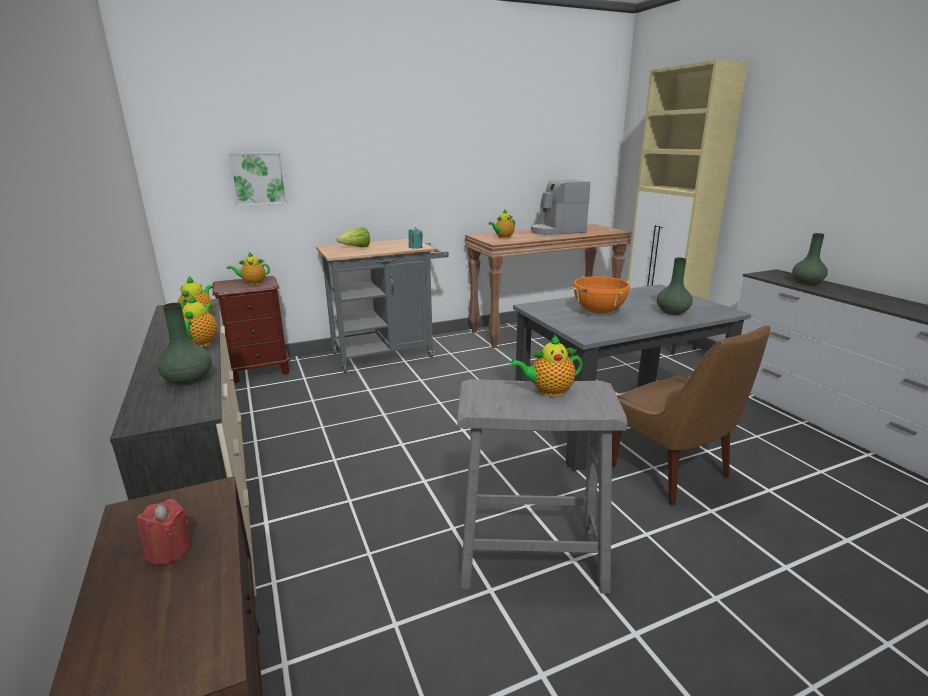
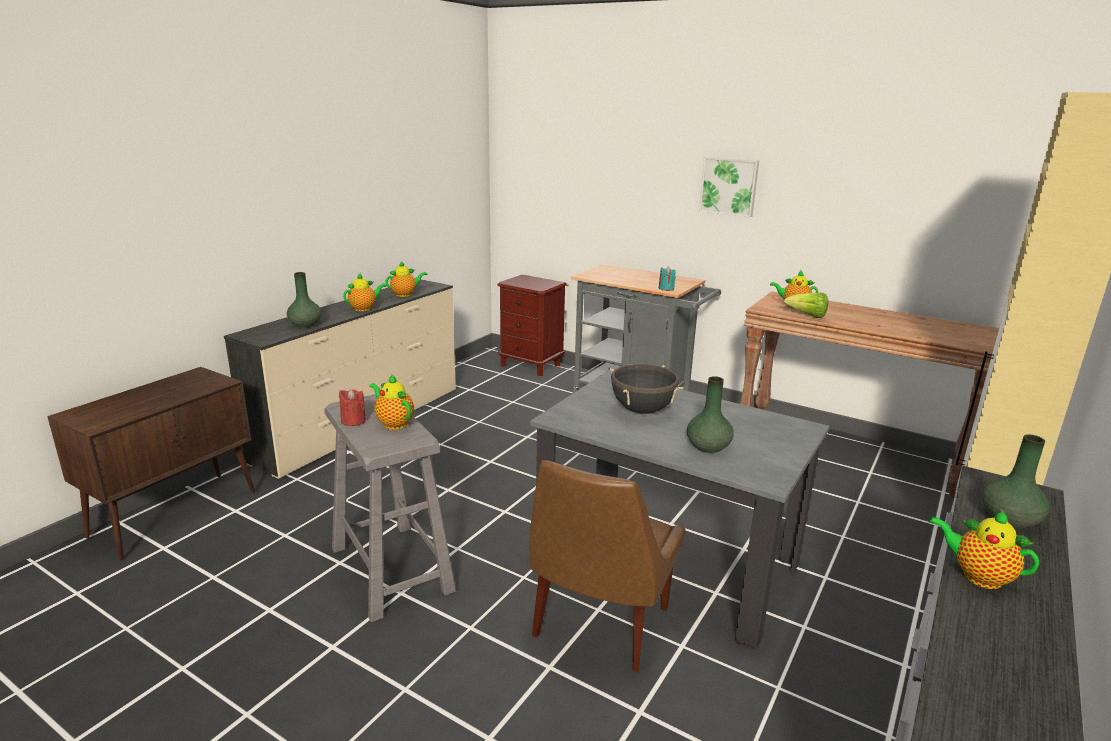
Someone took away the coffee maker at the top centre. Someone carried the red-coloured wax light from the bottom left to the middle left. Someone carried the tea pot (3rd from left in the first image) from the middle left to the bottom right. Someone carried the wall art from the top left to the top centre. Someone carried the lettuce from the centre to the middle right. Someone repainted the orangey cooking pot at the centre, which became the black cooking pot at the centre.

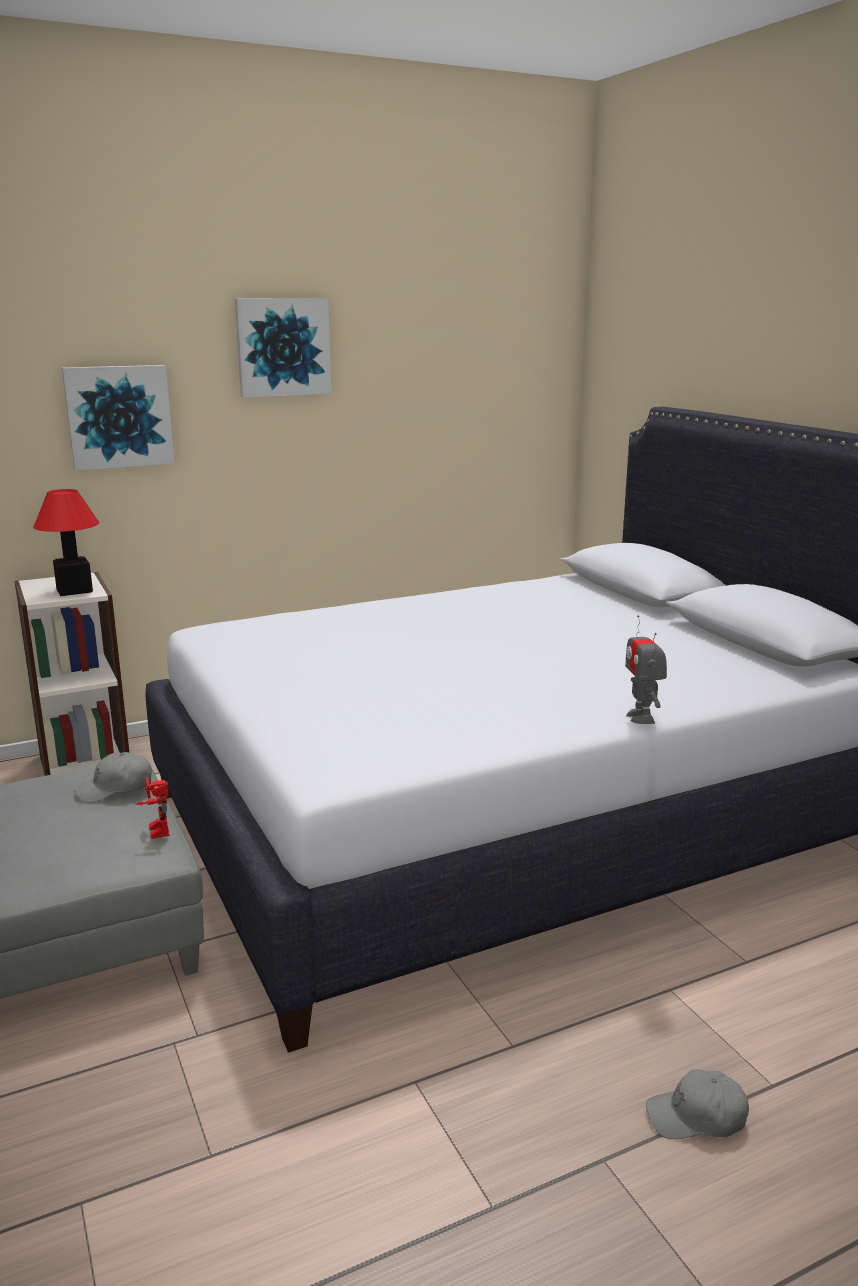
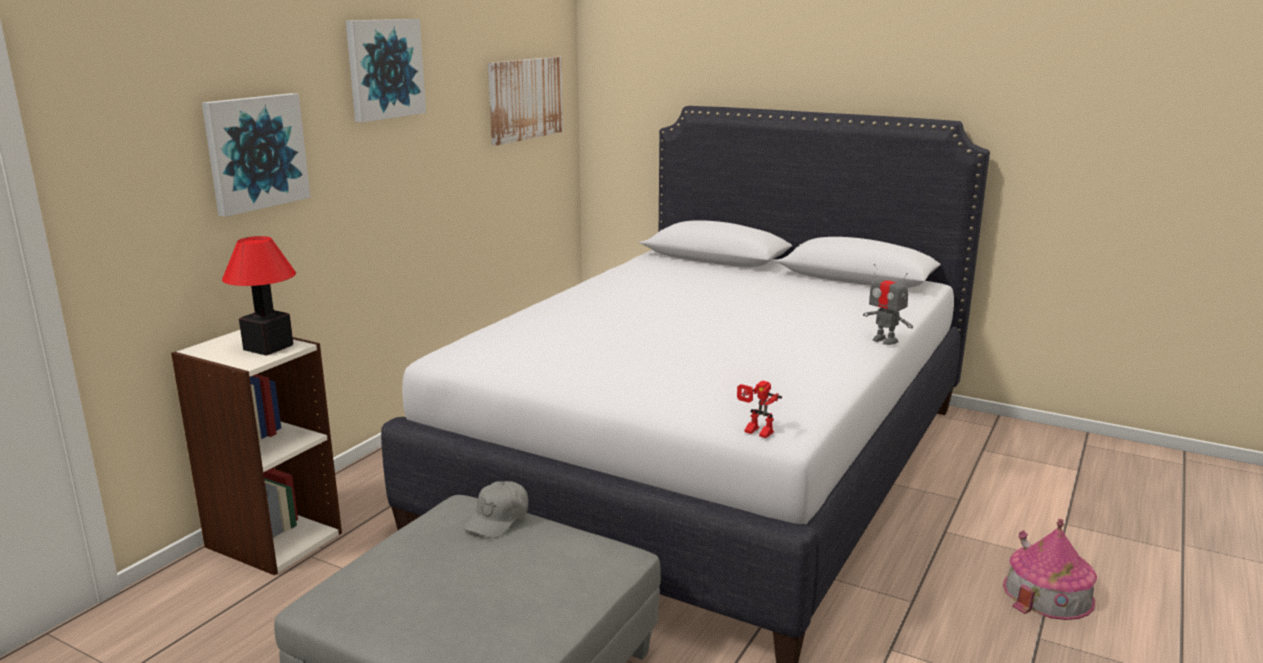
Someone put up the wall art (3rd from left) at the top centre. Someone carried the model robot (1st from left) from the middle left to the centre. Someone swapped the greyish cap (2nd from left) at the bottom right for the model house at the bottom right.

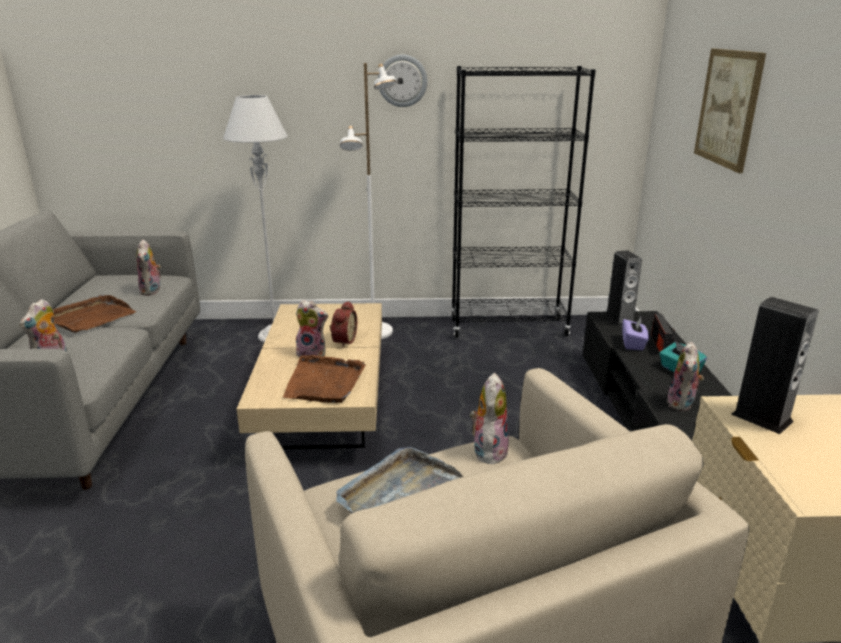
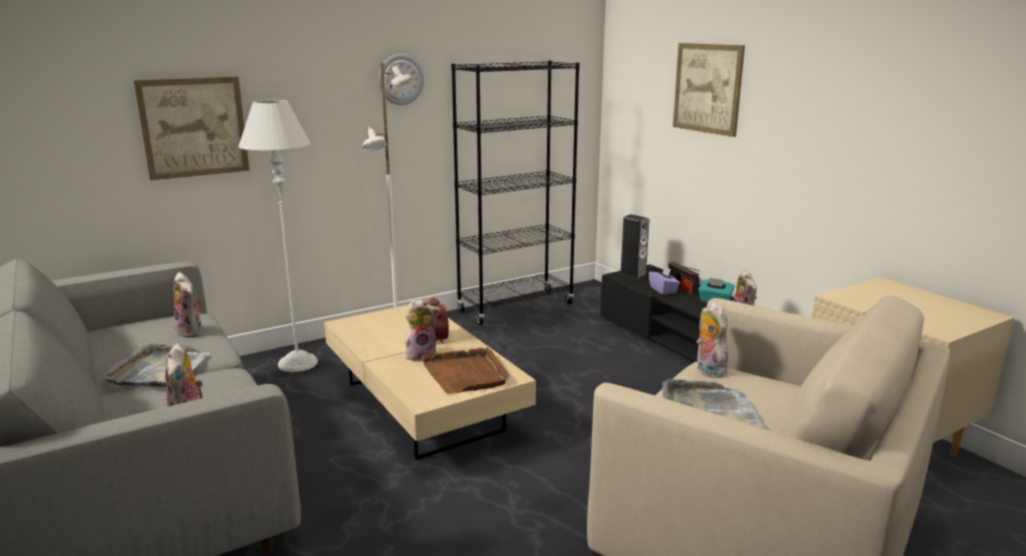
Someone took away the audio speaker (2nd from left) at the middle right. Someone put up the wall art (1st from left) at the top left. Someone repainted the brownish carrying tray (1st from left) at the middle left, which became the greyish carrying tray (1st from left) at the middle left.

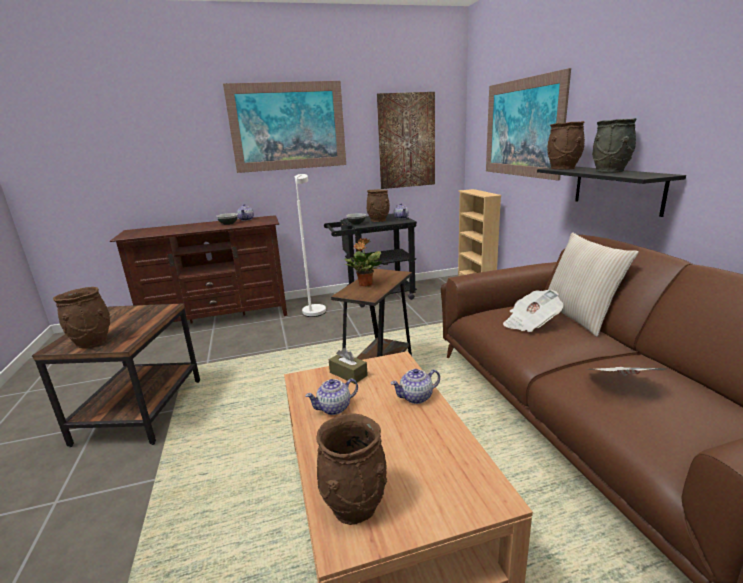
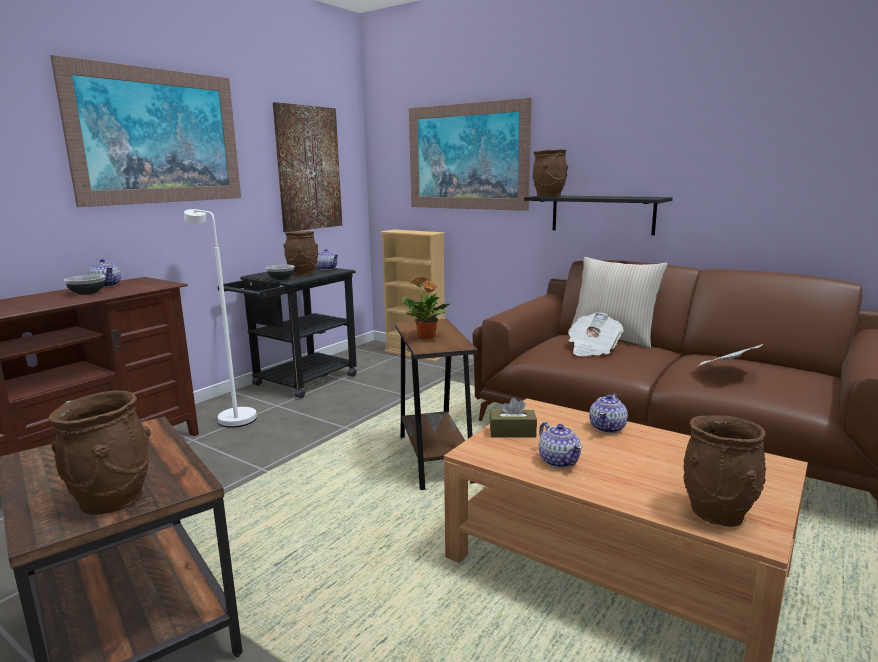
Someone took away the greyish decorative vase at the top right. Someone rotated the tea pot (2nd from left in the first image) at the bottom centre by 45 degrees counterclockwise.

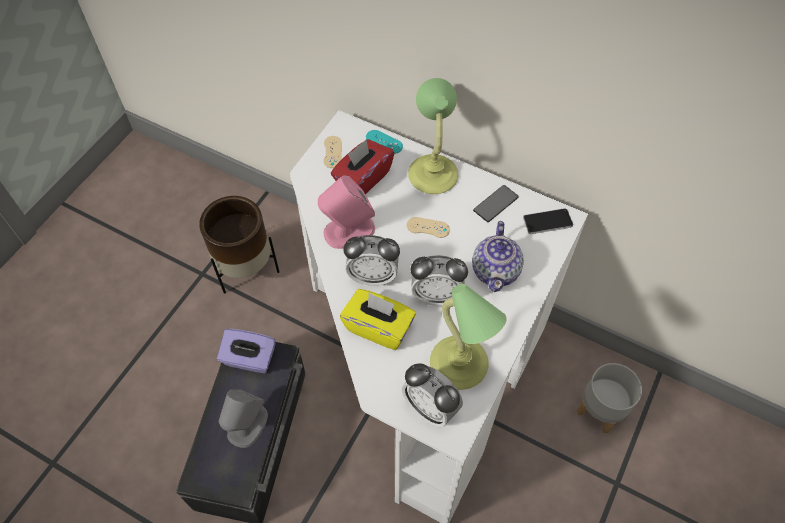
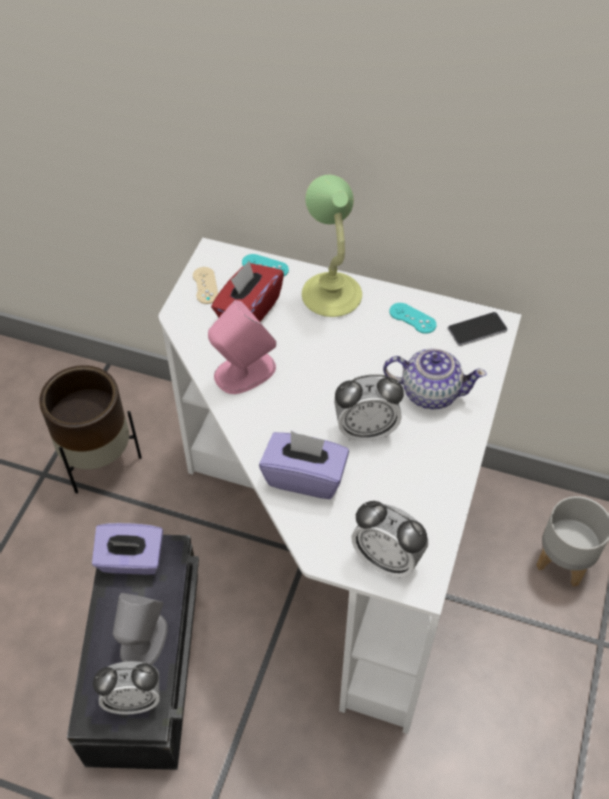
Someone took away the sand-coloured gamepad (2nd from left) at the centre. Someone took away the lamp for a table (2nd from left) at the centre. Someone carried the alarm clock (1st from left) from the centre to the bottom left. Someone swapped the handset (1st from left) at the centre for the turquoise-coloured gamepad (2nd from left) at the middle right. Someone repainted the yellow tissue box at the centre, which became the purplish tissue box (2nd from left) at the centre. Someone rotated the tea pot at the centre by 75 degrees counterclockwise.

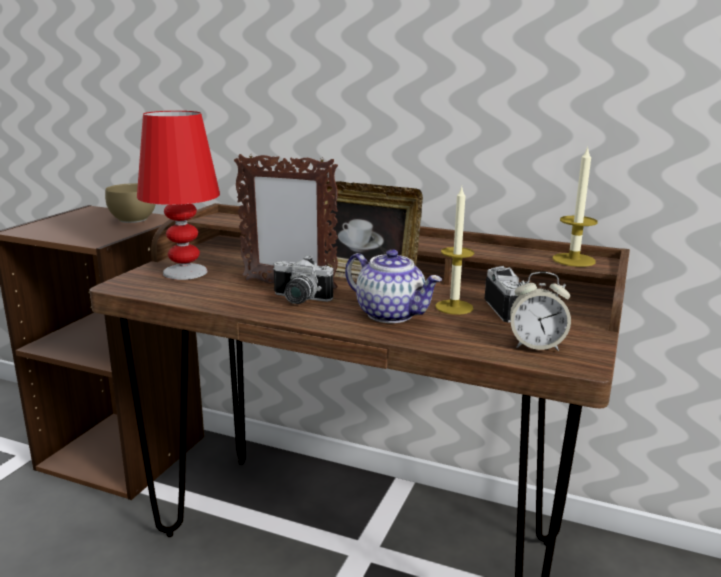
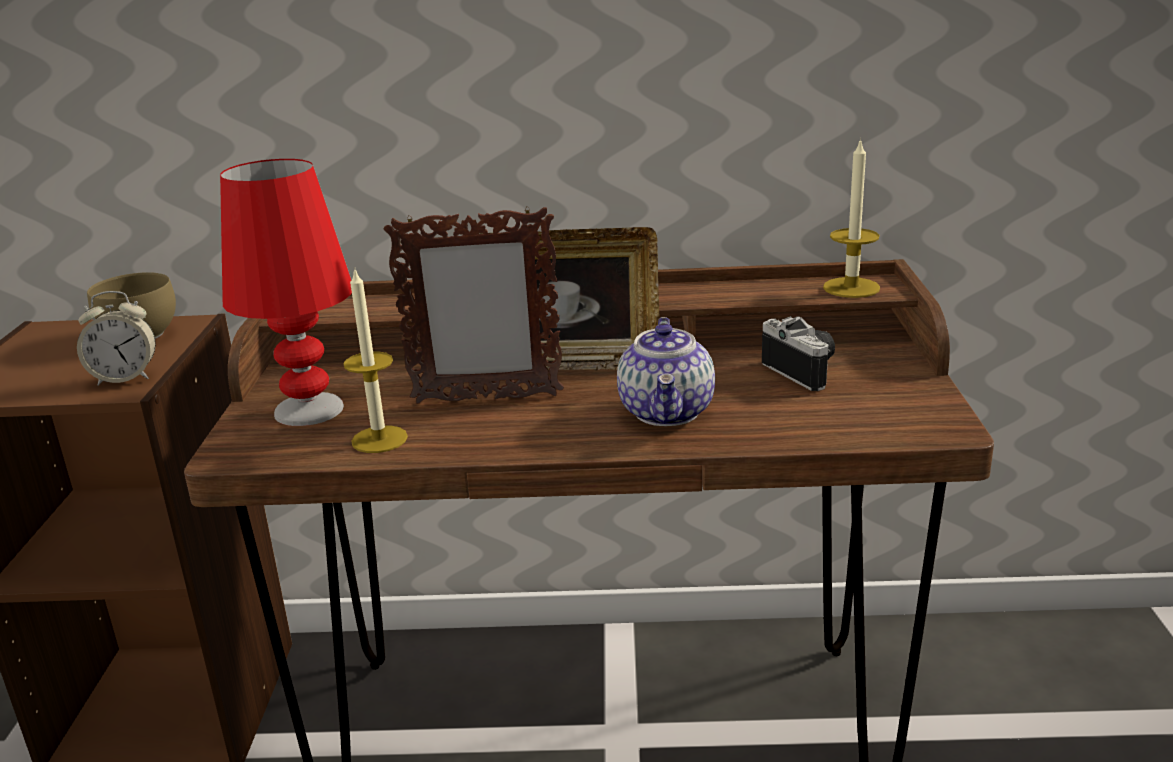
Someone took away the still camera (1st from left) at the centre. Someone carried the wax light (1st from left) from the centre to the middle left. Someone carried the alarm clock from the middle right to the middle left. Someone rotated the tea pot at the centre by 75 degrees clockwise.

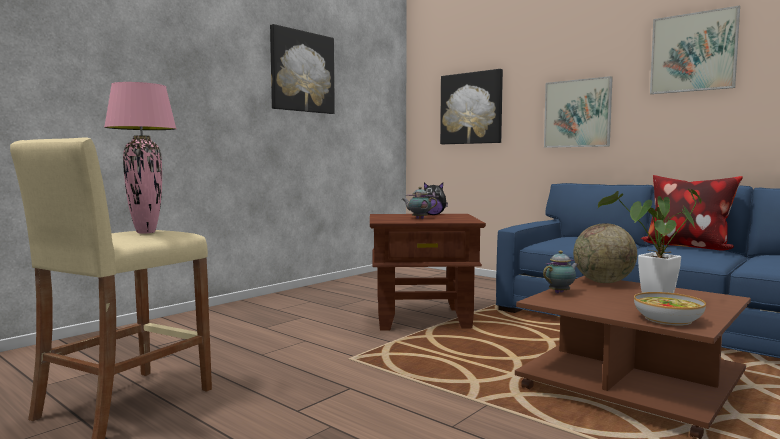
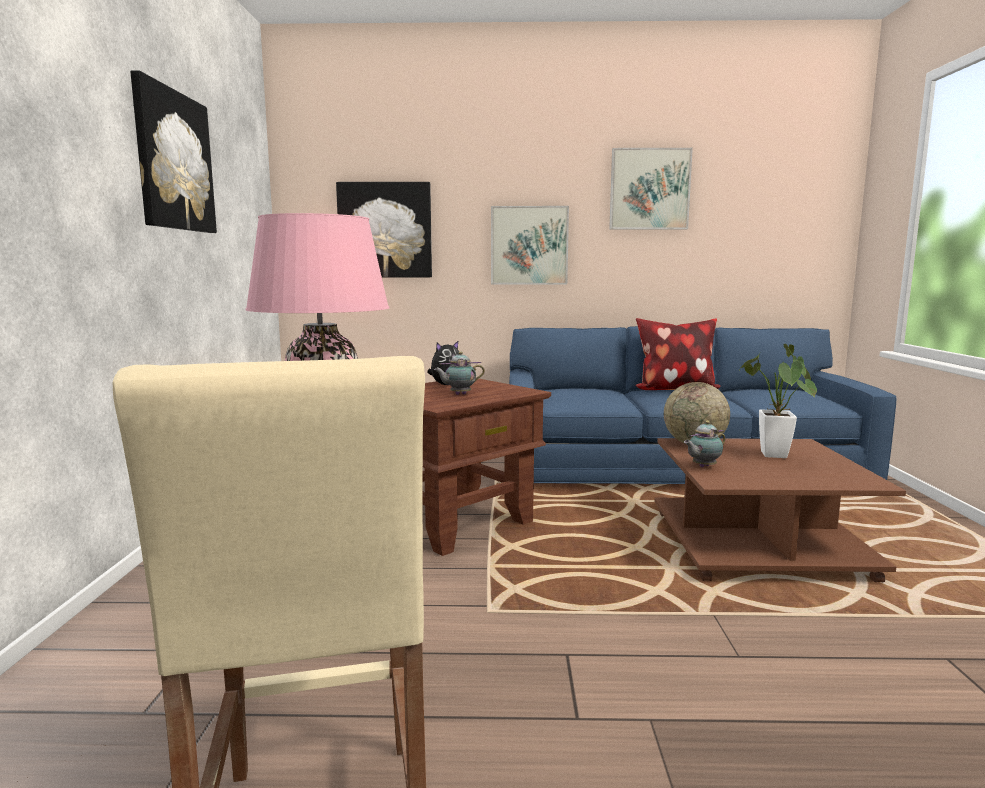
Someone took away the serving bowl at the bottom right. Someone rotated the tea pot (2nd from left) at the middle right by 135 degrees counterclockwise.

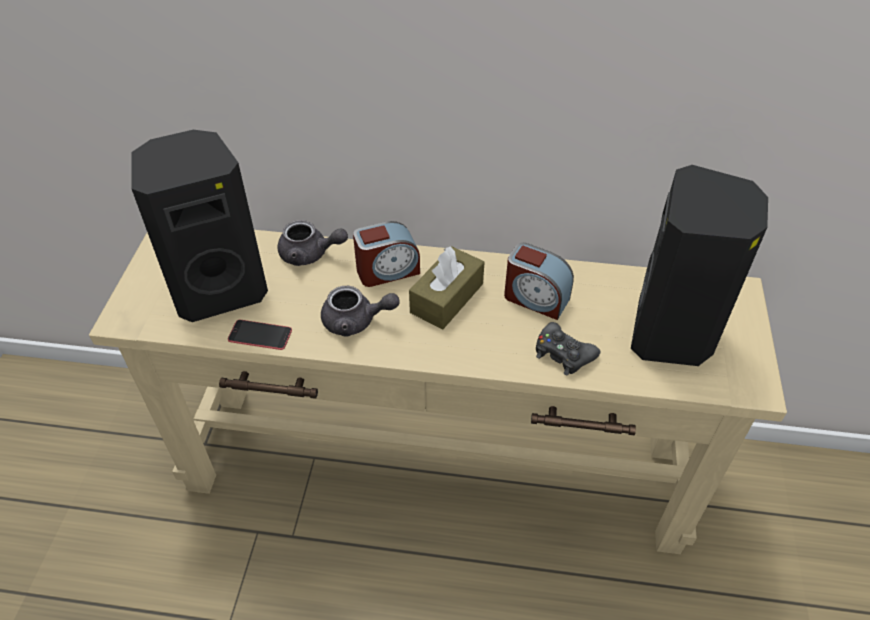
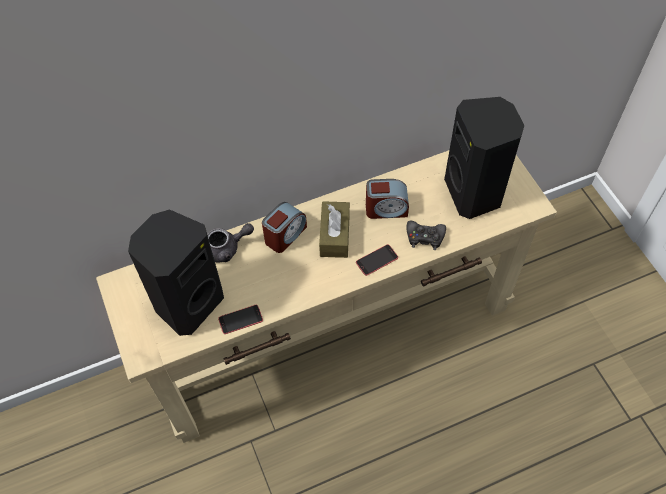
Someone took away the greyish tea pot (2nd from left) at the centre. Someone put down the handset (2nd from left) at the centre.

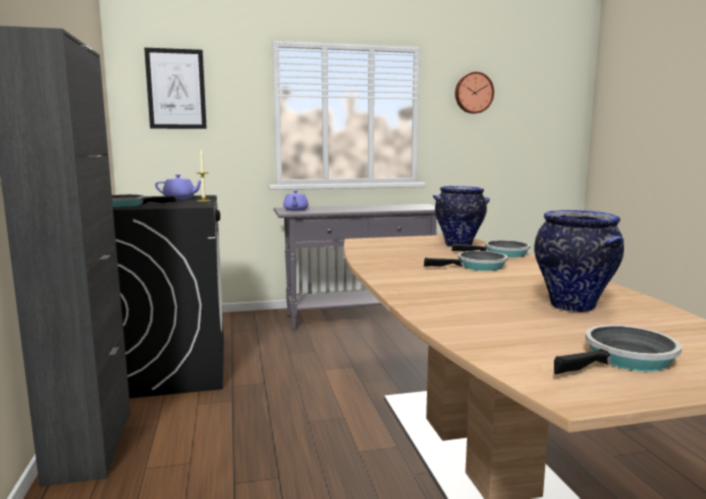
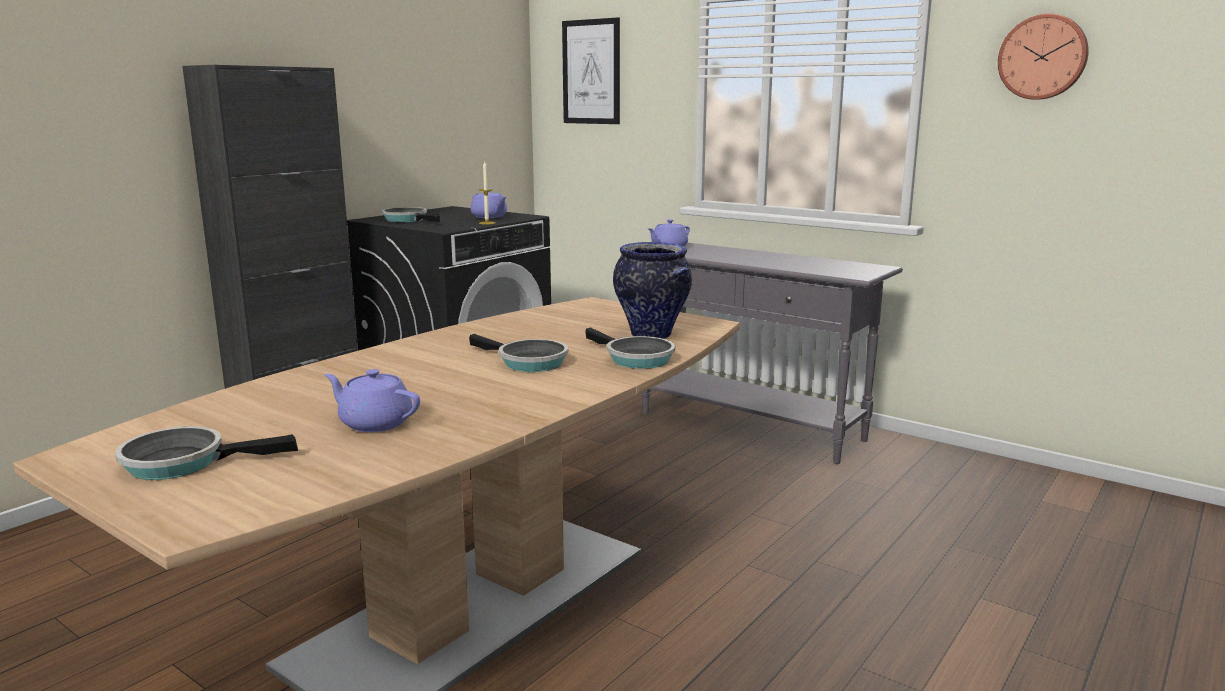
Someone swapped the decorative vase (2nd from left) at the middle right for the purplish tea pot (1st from left) at the middle left. Someone rotated the pan (4th from left in the first image) at the bottom right by 150 degrees clockwise.

